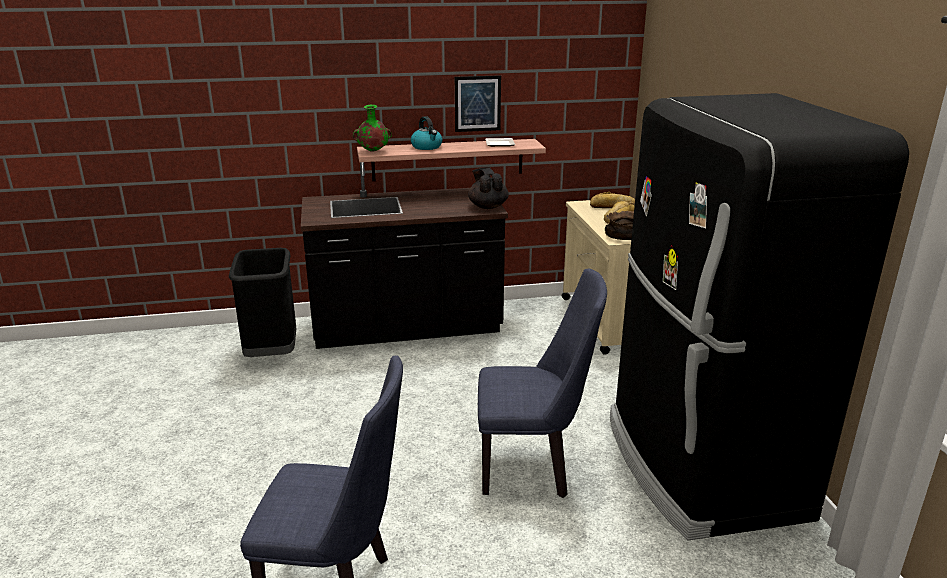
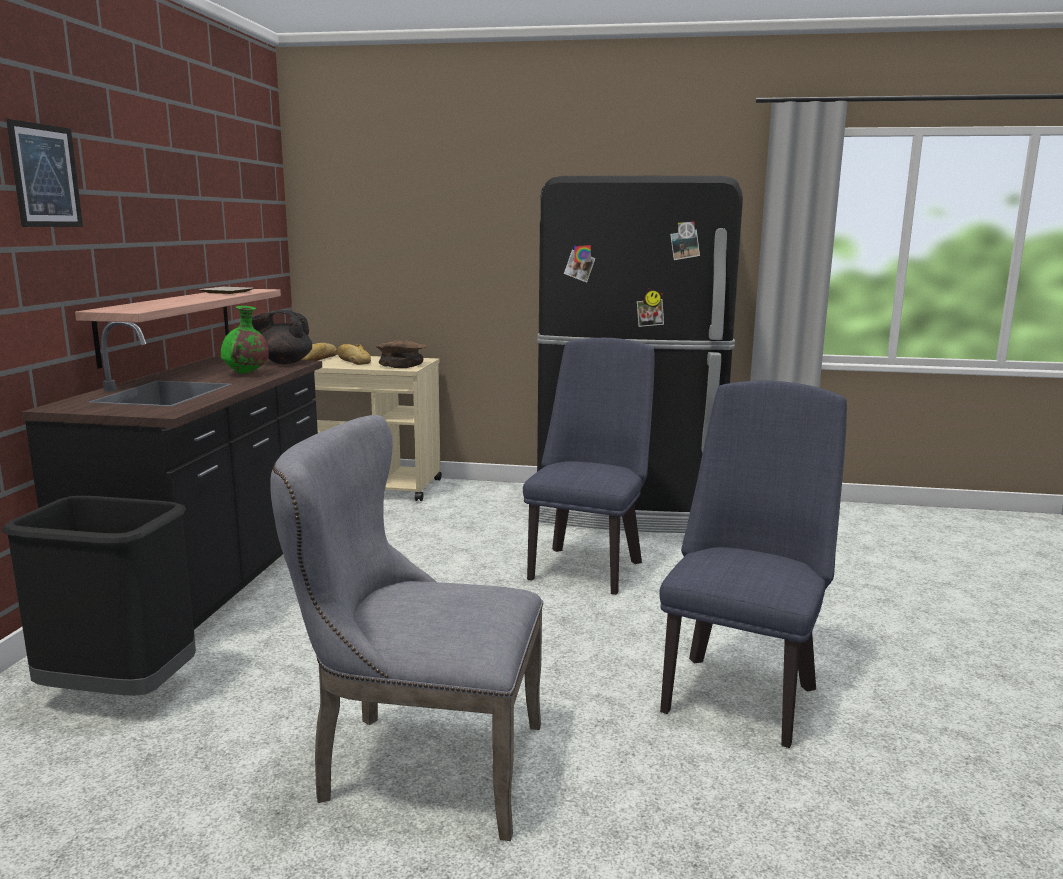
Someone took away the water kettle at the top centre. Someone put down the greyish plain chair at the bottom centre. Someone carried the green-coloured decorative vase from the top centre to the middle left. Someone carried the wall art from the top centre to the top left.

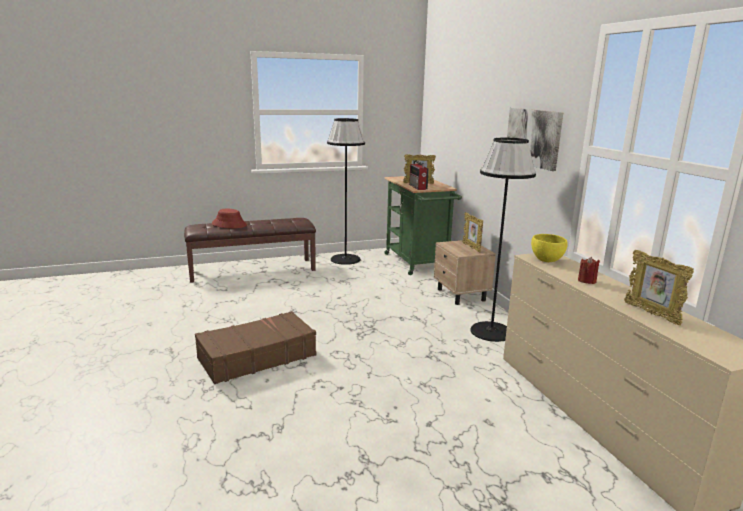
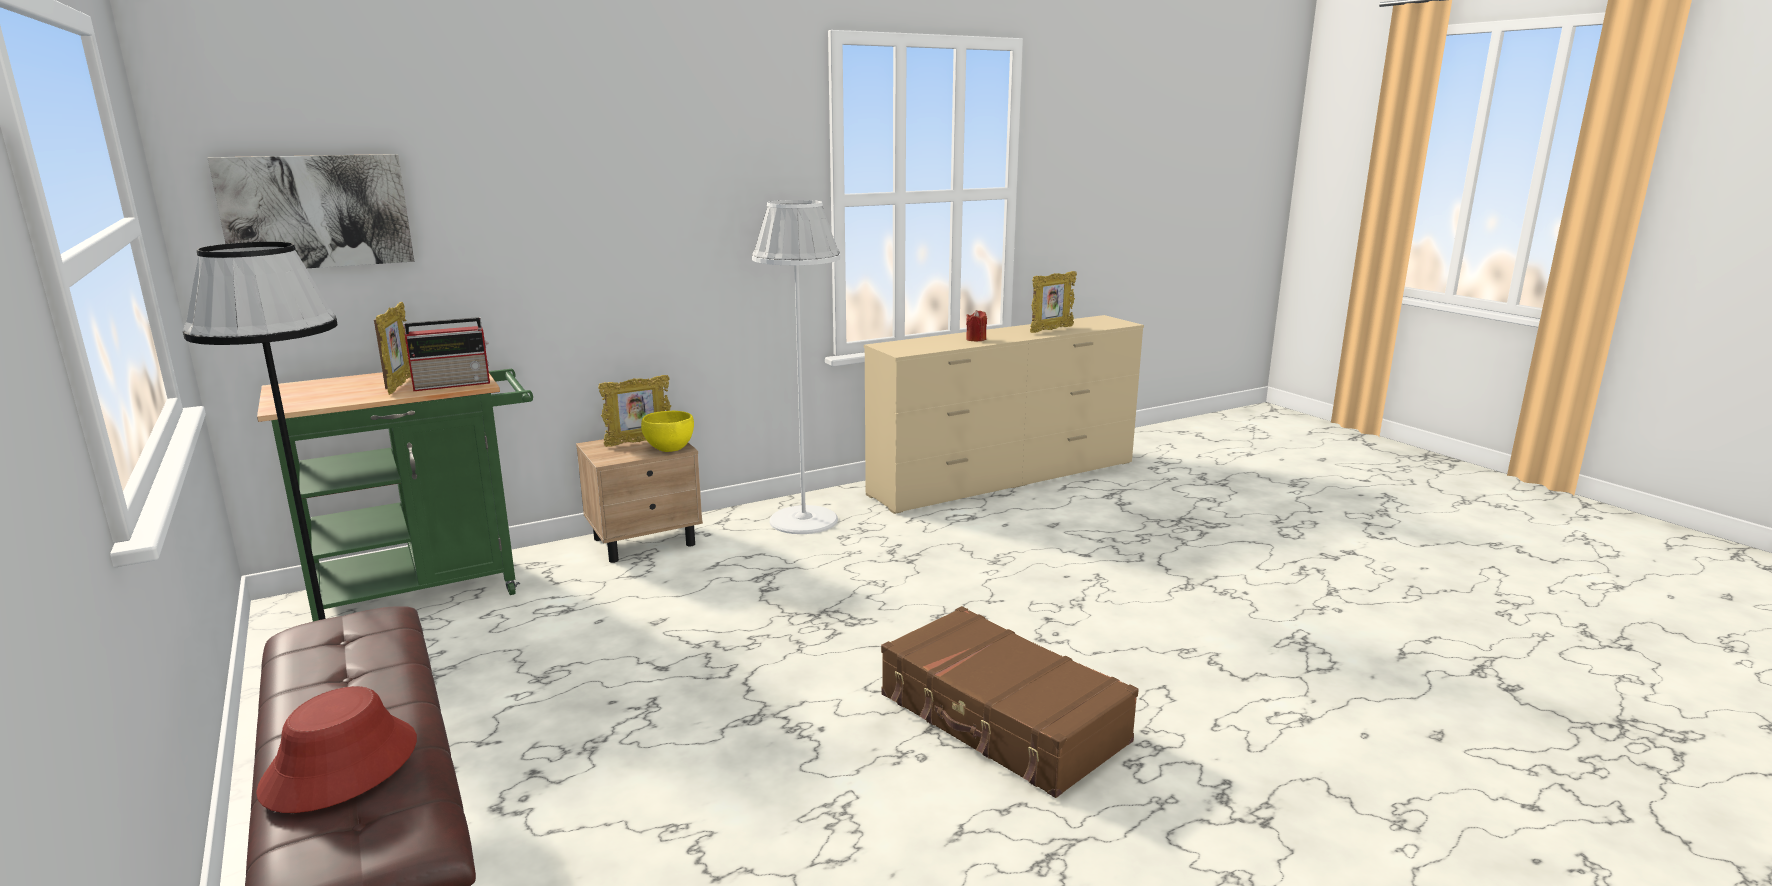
Someone carried the wall art from the top right to the top left. Someone carried the yellow serving bowl from the middle right to the centre. Someone repainted the black standing lamp (2nd from left) at the middle right, which became the white-coloured standing lamp at the centre.

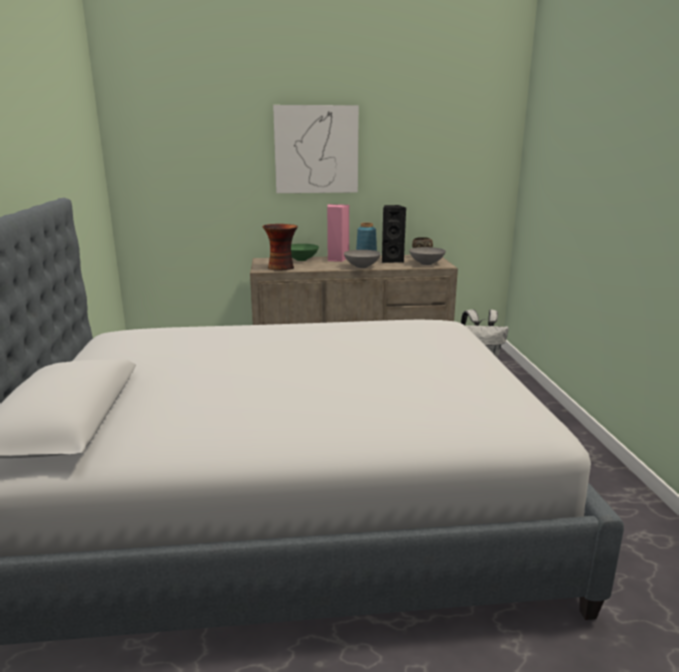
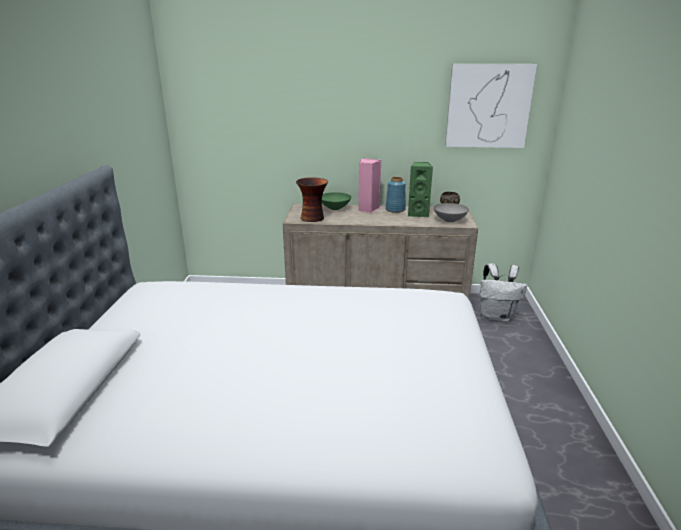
Someone took away the greyish serving bowl (1st from left) at the centre. Someone carried the wall art from the top centre to the top right. Someone repainted the black audio speaker at the centre, which became the green-coloured audio speaker at the centre.

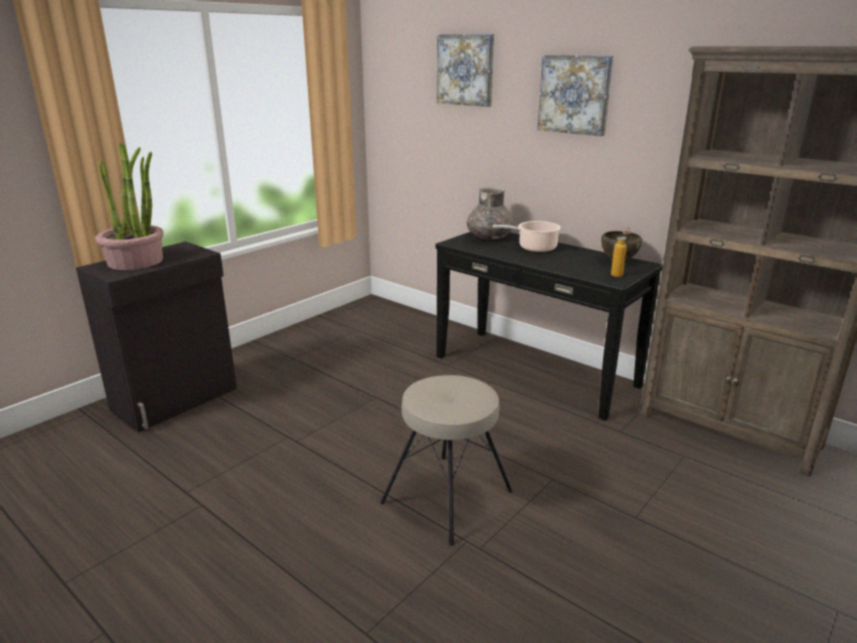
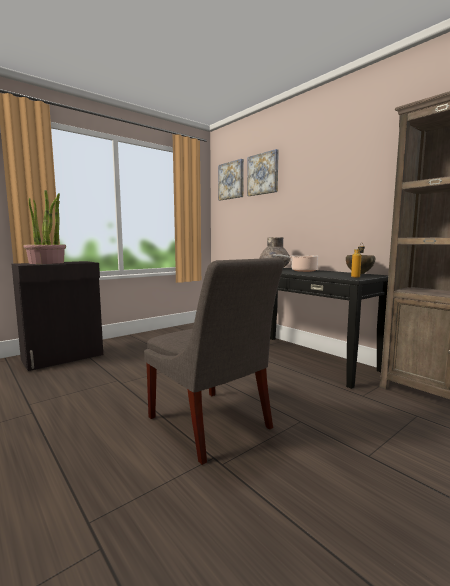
Someone carried the wall art (2nd from left in the first image) from the top right to the top centre. Someone swapped the sand-coloured sitting stool at the bottom centre for the greyish plain chair at the centre.

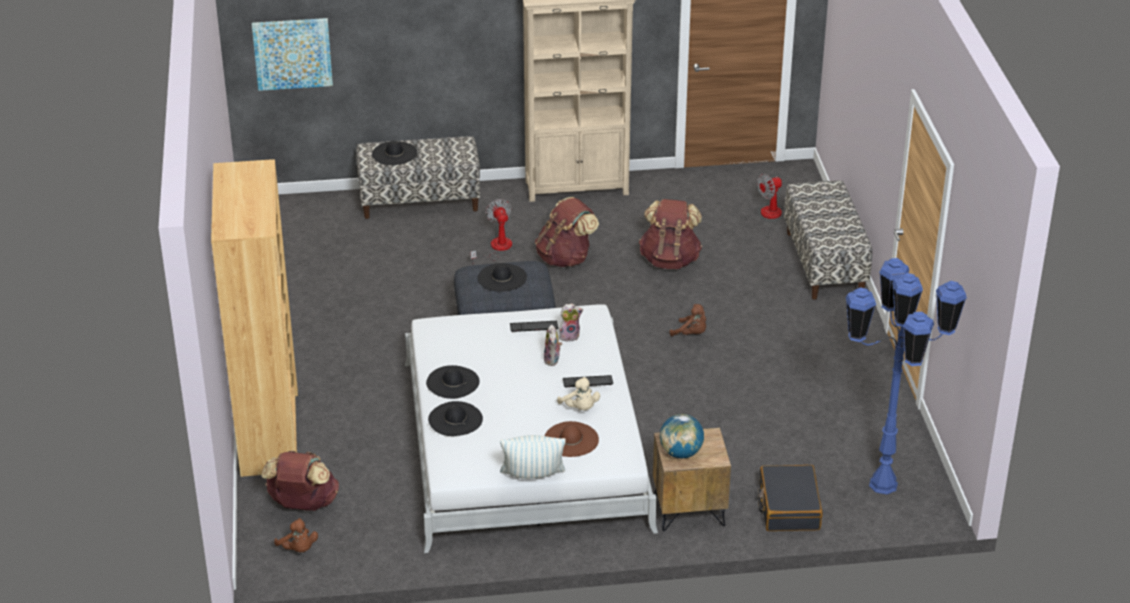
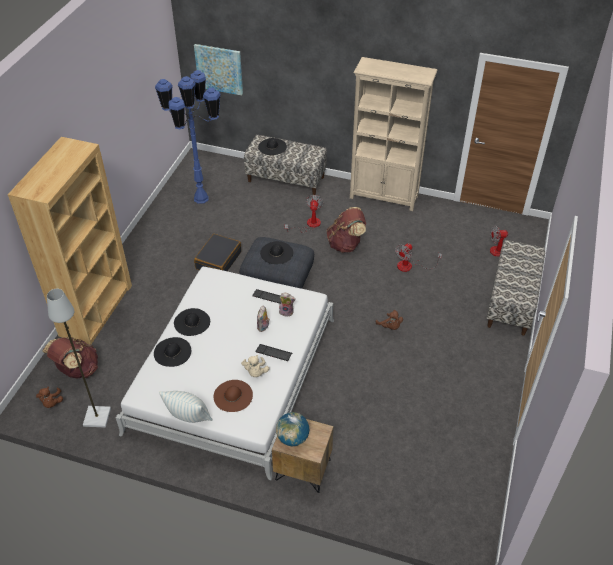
Someone put down the greyish standing lamp at the middle left. Someone carried the black piece of luggage from the bottom right to the centre. Someone carried the bluish standing lamp from the middle right to the top left. Someone swapped the brownish backpack (3rd from left) at the centre for the cooling fan (2nd from left) at the middle right.

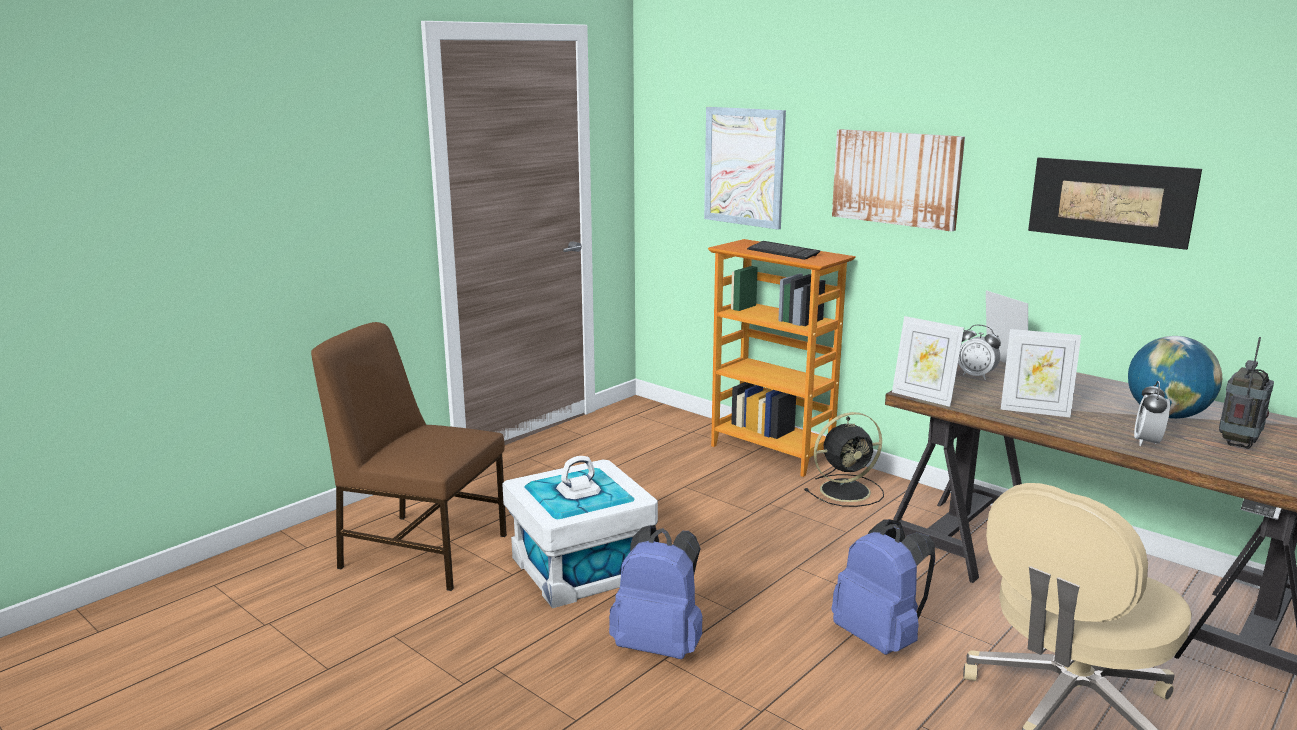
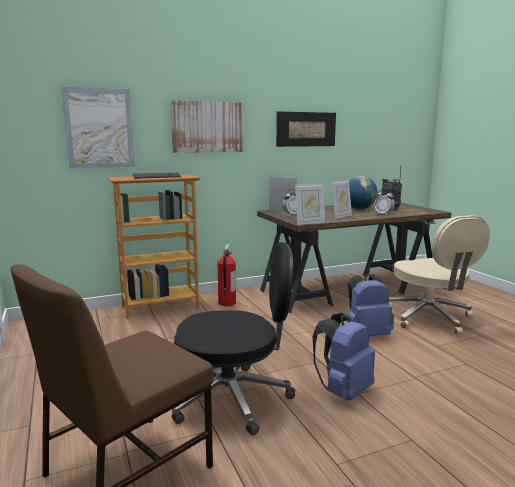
Someone swapped the white-coloured storage box at the bottom centre for the black computer chair at the bottom centre. Someone swapped the black cooling fan at the centre for the fire extinguisher at the centre.

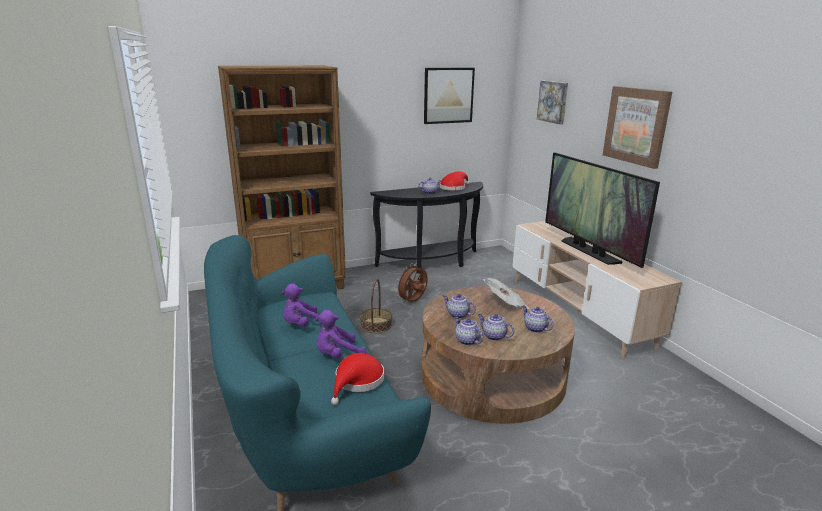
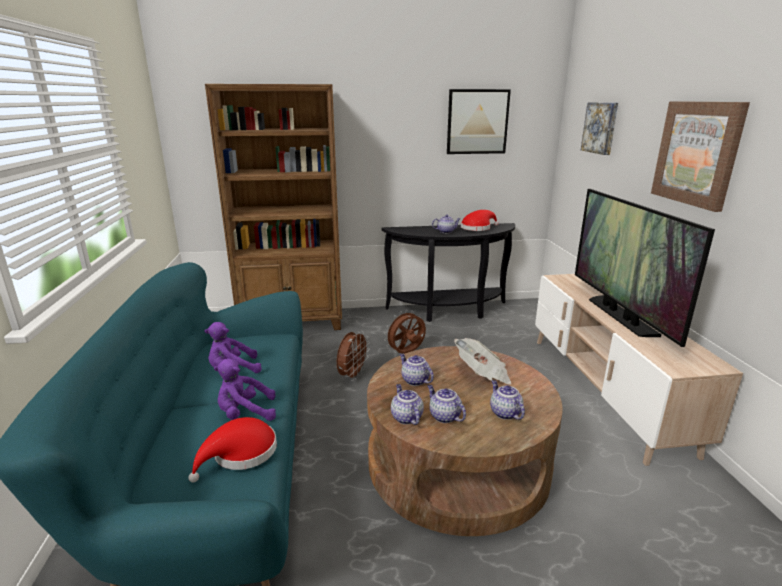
Someone swapped the storage basket at the centre for the brownish cooling fan (1st from left) at the centre.

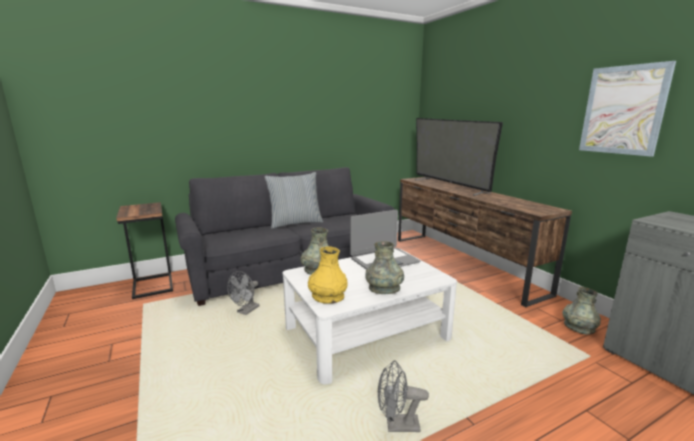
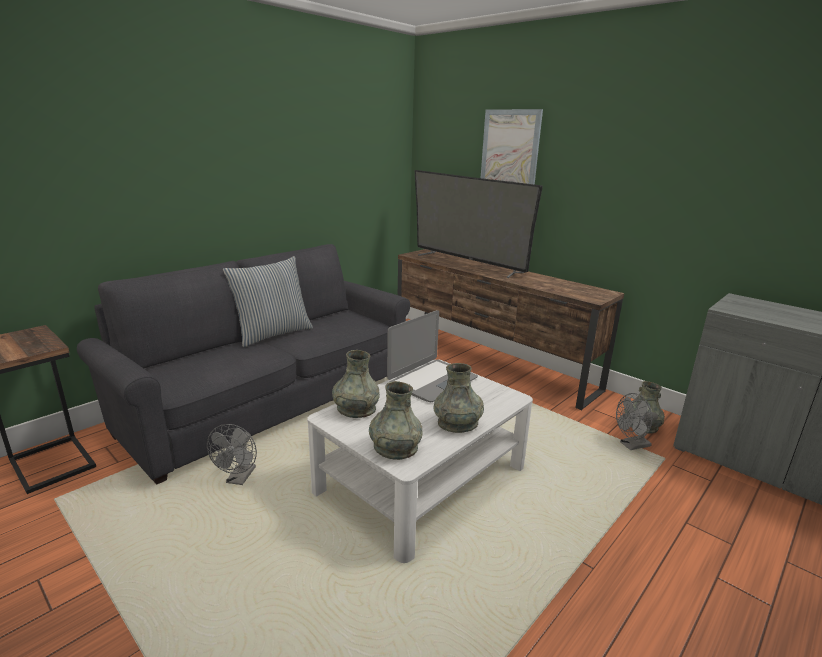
Someone carried the greyish cooling fan (2nd from left) from the bottom centre to the middle right. Someone carried the wall art from the top right to the top centre. Someone repainted the yellow decorative vase at the centre, which became the greyish decorative vase (2nd from left) at the centre.

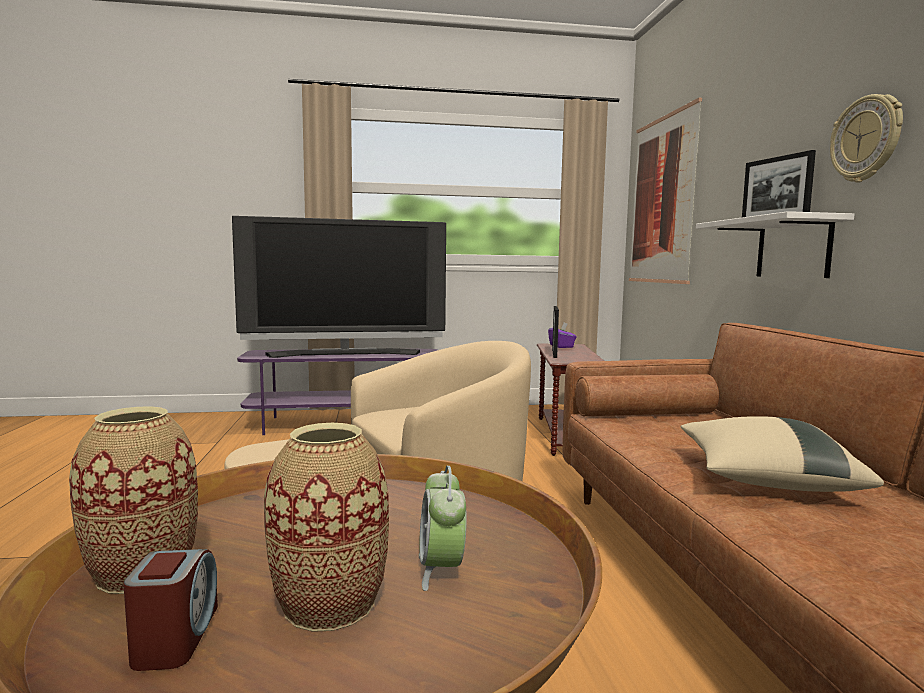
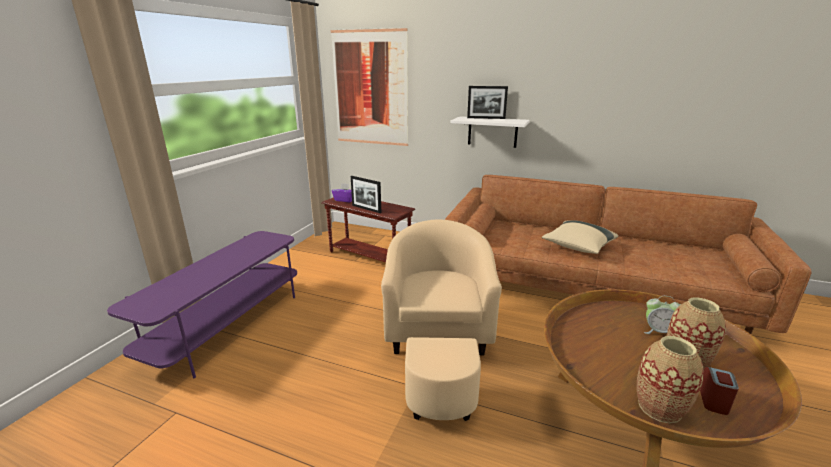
Someone took away the television at the centre. Someone took away the wall clock at the top right. Someone rotated the alarm clock (1st from left in the first image) at the bottom left by 90 degrees clockwise.

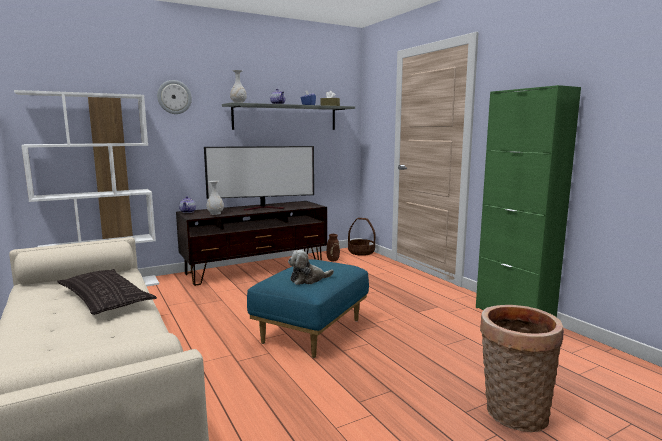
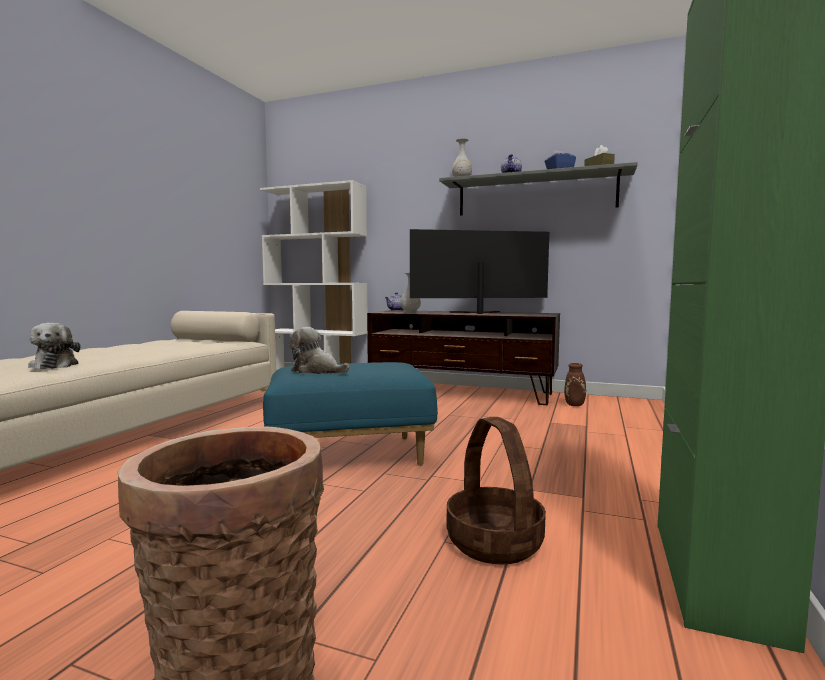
Someone took away the cushion at the middle left. Someone took away the wall clock at the top left. Someone put down the soft toy (1st from left) at the middle left. Someone carried the storage basket (1st from left in the first image) from the centre to the bottom centre. Someone rotated the television at the centre by 135 degrees clockwise.

